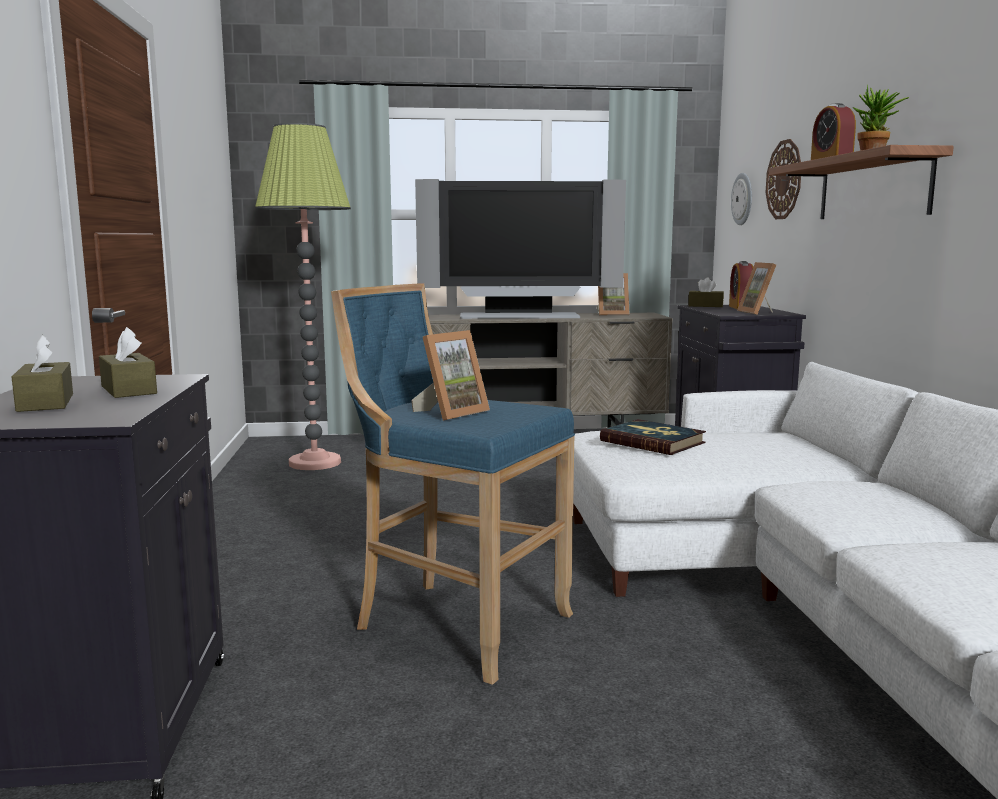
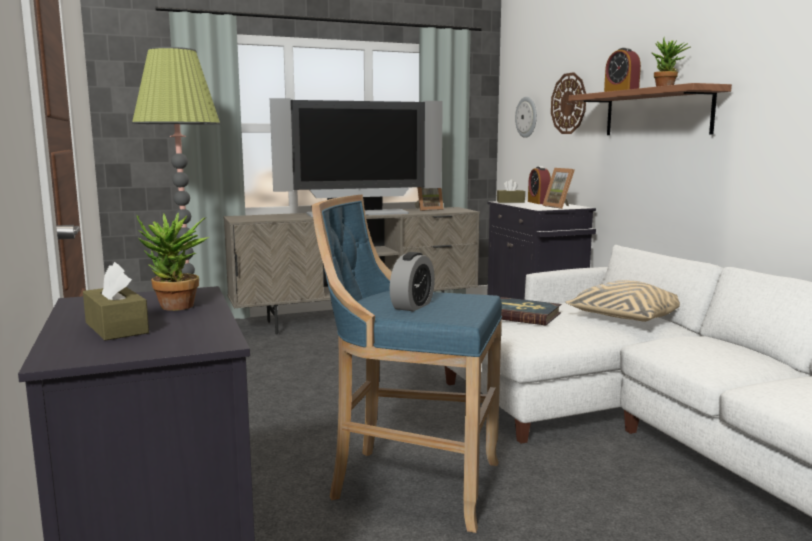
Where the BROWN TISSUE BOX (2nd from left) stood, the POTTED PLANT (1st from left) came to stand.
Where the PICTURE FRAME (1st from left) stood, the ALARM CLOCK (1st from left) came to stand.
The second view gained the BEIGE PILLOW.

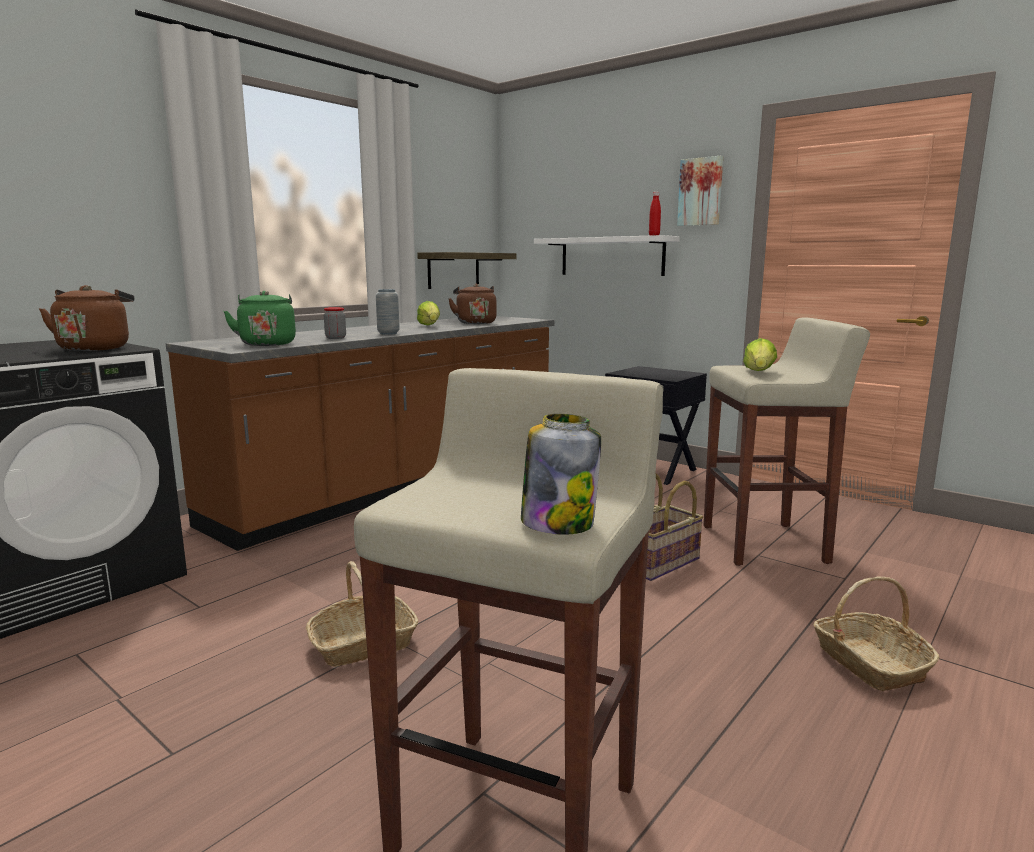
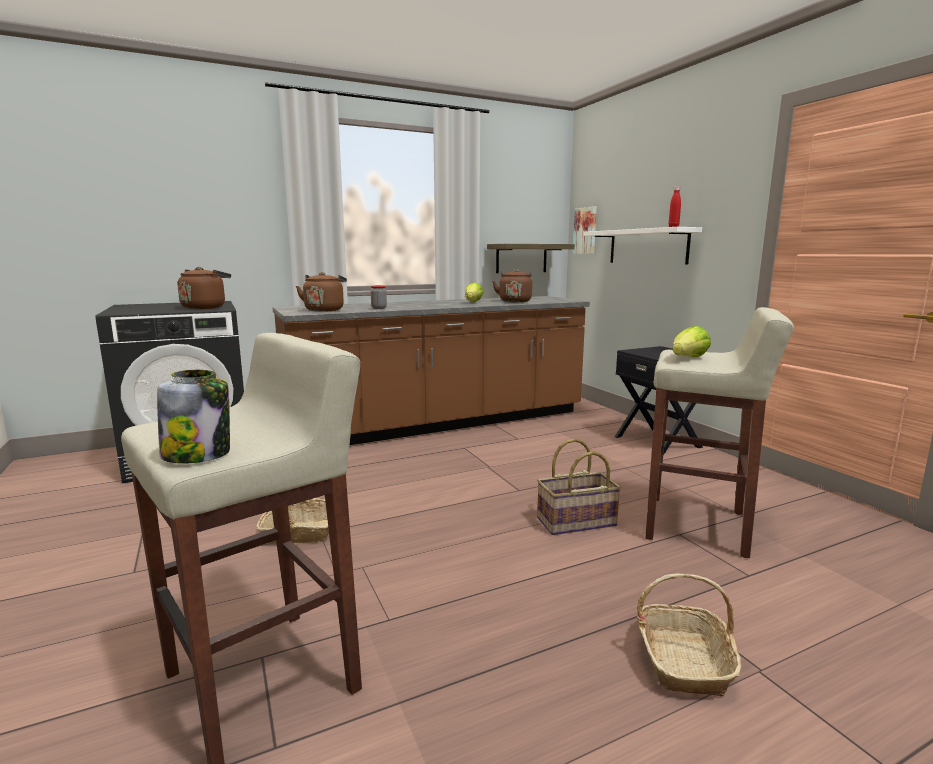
What was the GREEN KETTLE turned into the BROWN KETTLE (2nd from left).
The second view lost the GREY VASE.
The PICTURE ended up elsewhere.

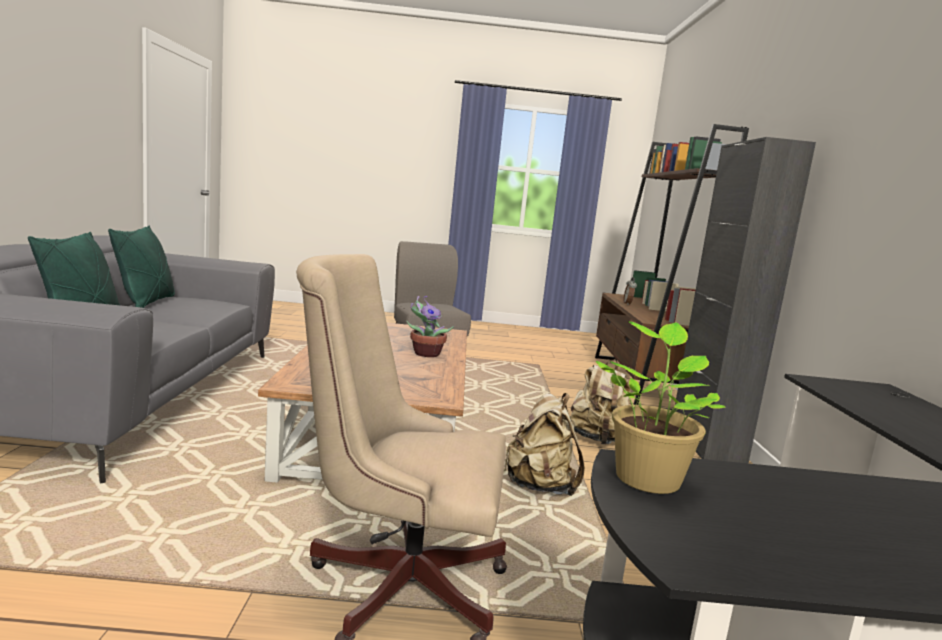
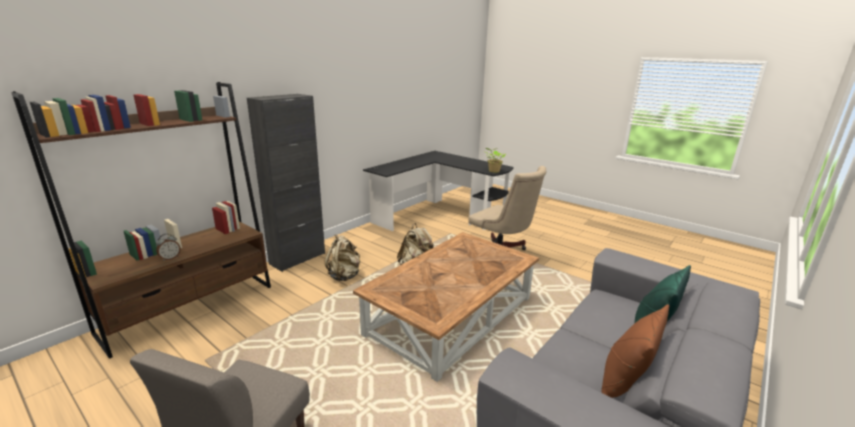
What was the GREEN PILLOW (2nd from left) turned into the BROWN PILLOW.
The second view lost the POTTED PLANT (1st from left).

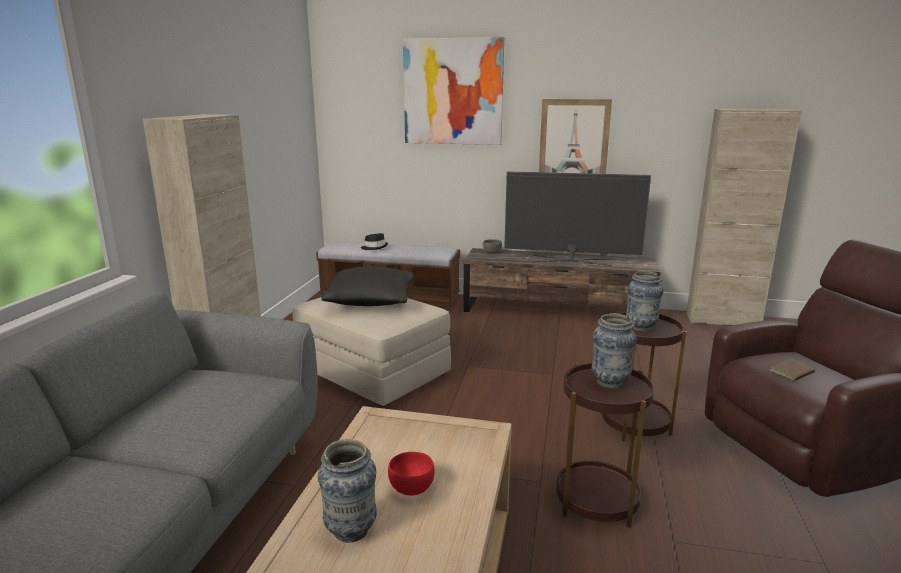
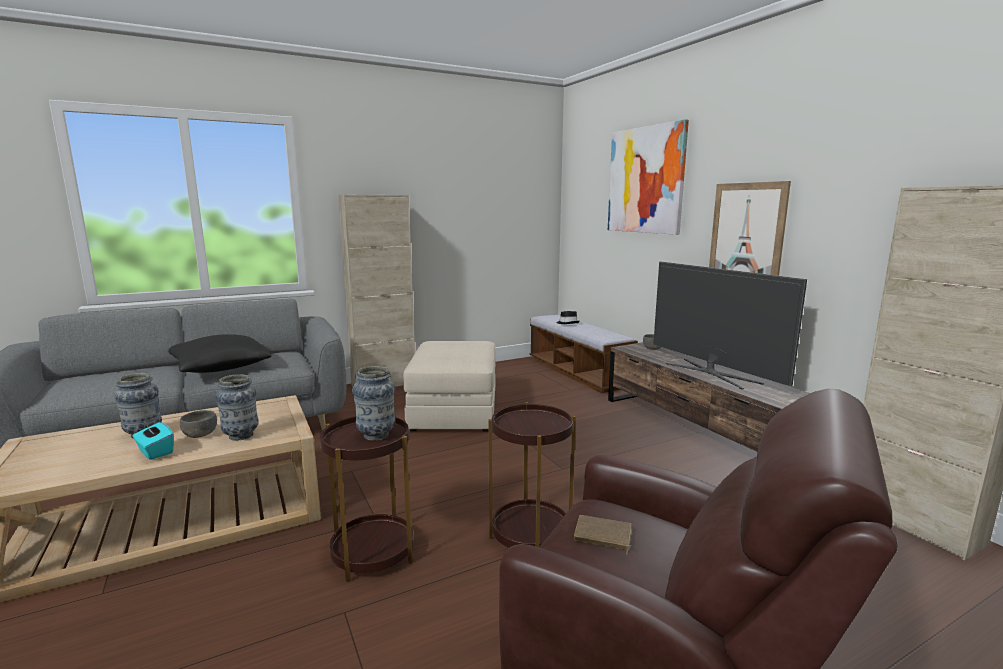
The BLACK PILLOW ended up elsewhere.
What was the RED BOWL turned into the GREY BOWL (1st from left).
The VASE (3rd from left in the first image) ended up elsewhere.
The second view gained the TURQUOISE TISSUE BOX.

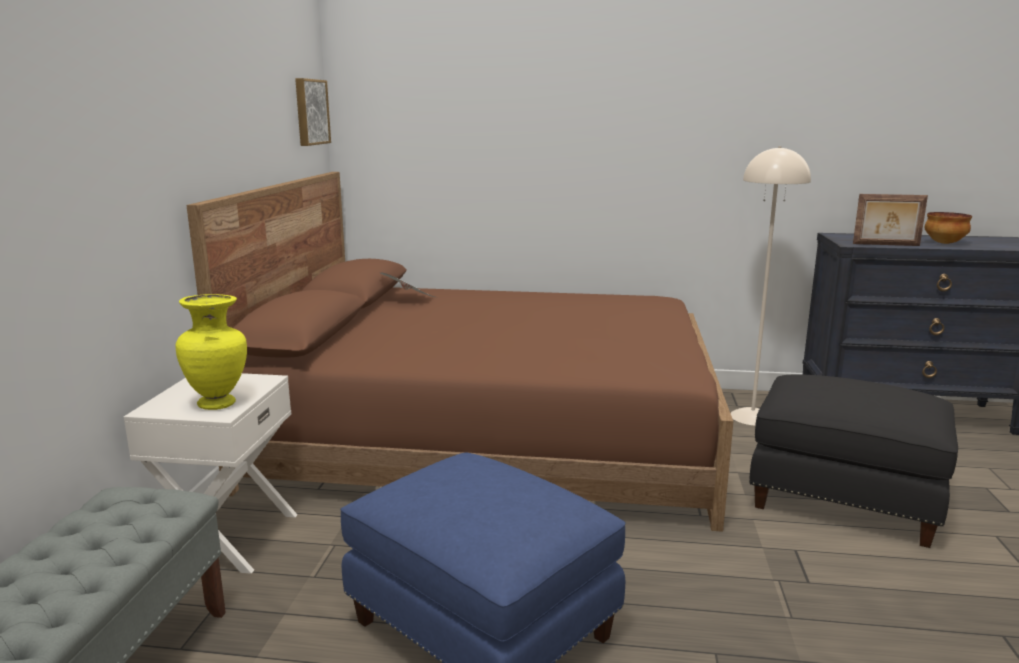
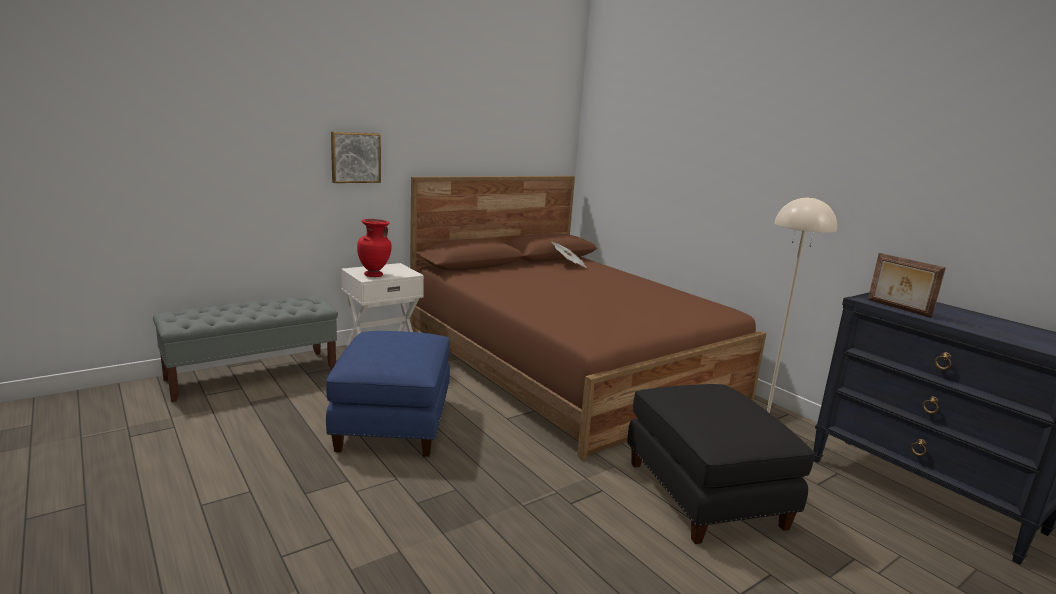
What was the YELLOW VASE turned into the RED VASE.
The PICTURE ended up elsewhere.
The second view lost the BOWL.

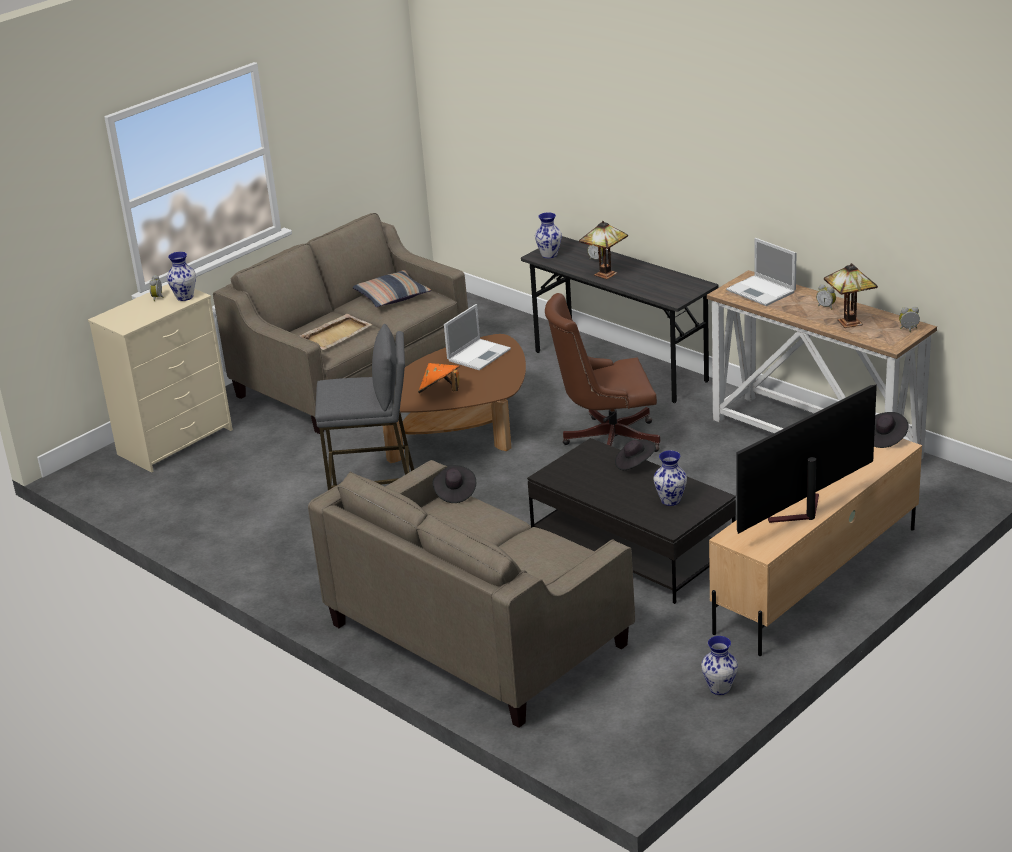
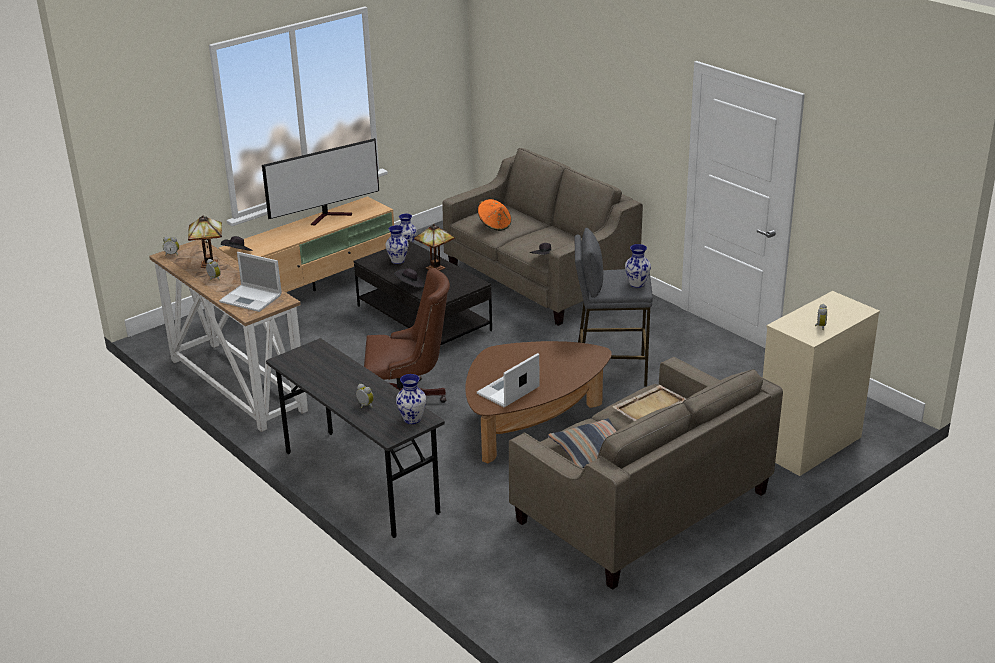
The VASE (1st from left in the first image) ended up elsewhere.
The ORANGE HAT ended up elsewhere.
The TABLE LAMP (1st from left in the first image) ended up elsewhere.
The LAPTOP (2nd from left in the first image) ended up facing another way, 150 degrees clockwise from before.

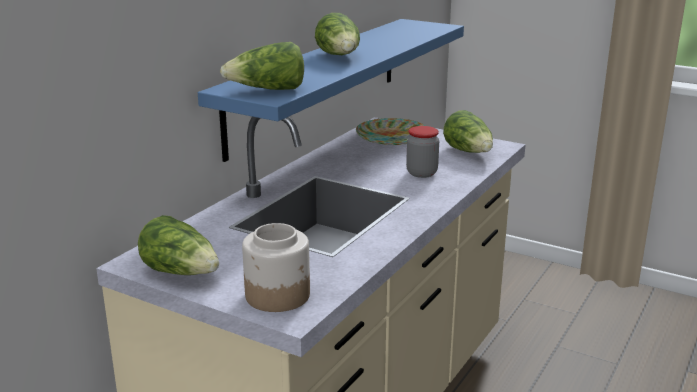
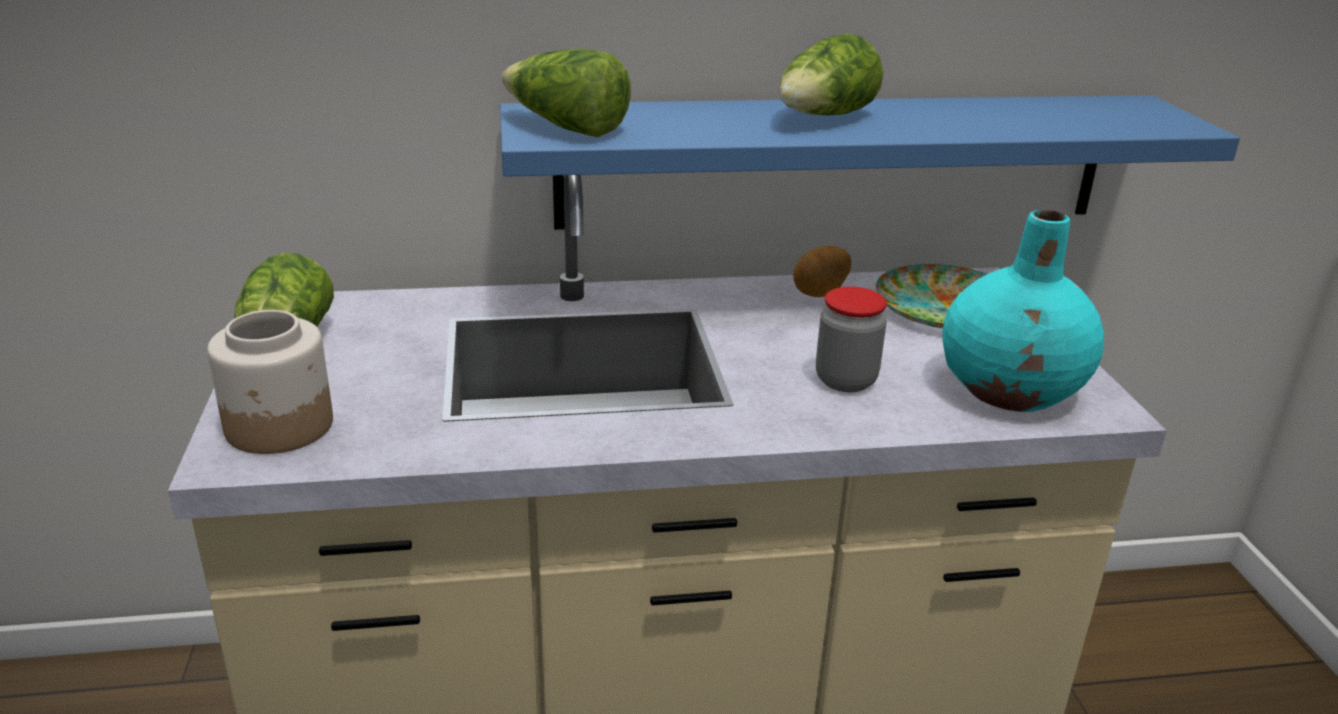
Where the LETTUCE (4th from left) stood, the TURQUOISE VASE came to stand.
The second view gained the POTATO.

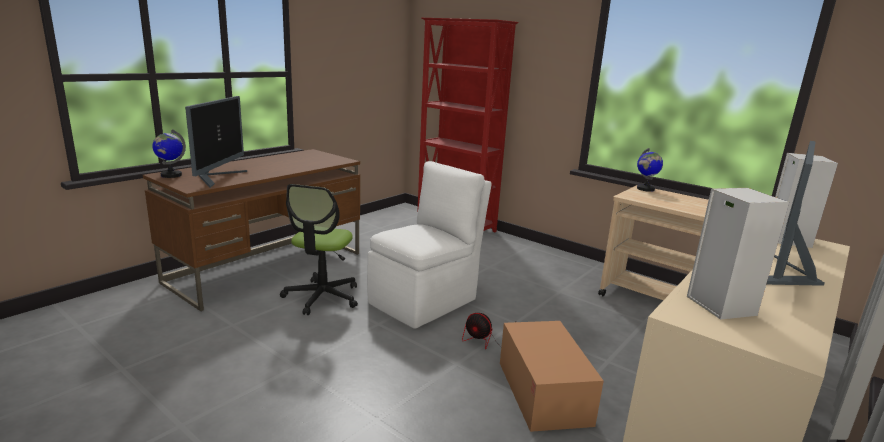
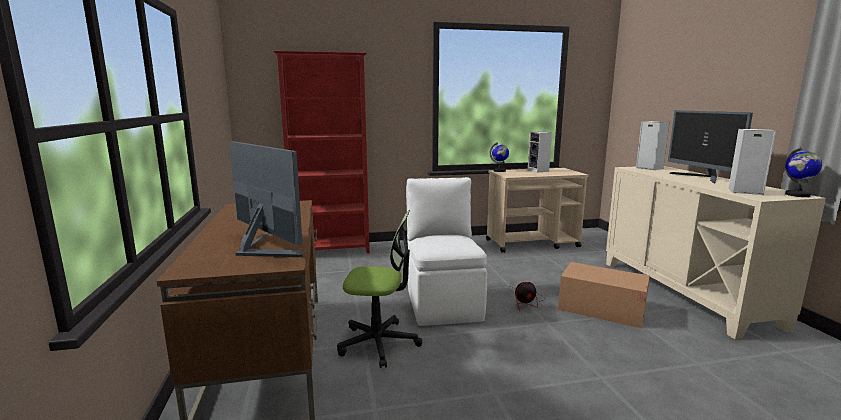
The GLOBE (1st from left in the first image) ended up elsewhere.
The OFFICE CHAIR ended up facing another way, 45 degrees counterclockwise from before.
The second view gained the SPEAKER (1st from left).

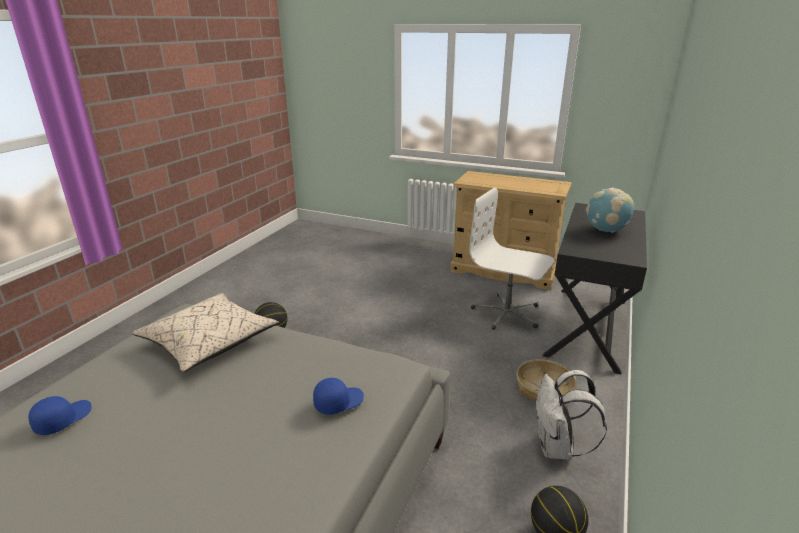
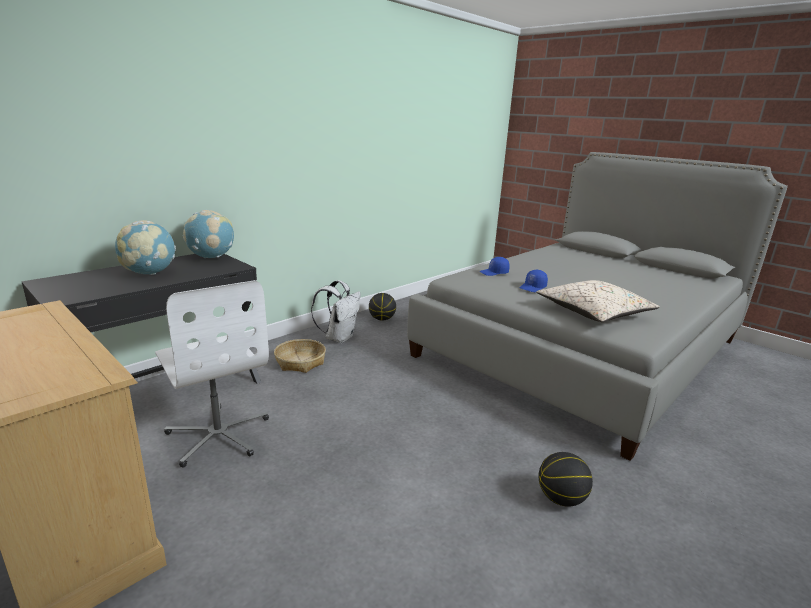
The BLUE CAP (1st from left in the first image) ended up elsewhere.
The second view gained the GLOBE (2nd from left).

